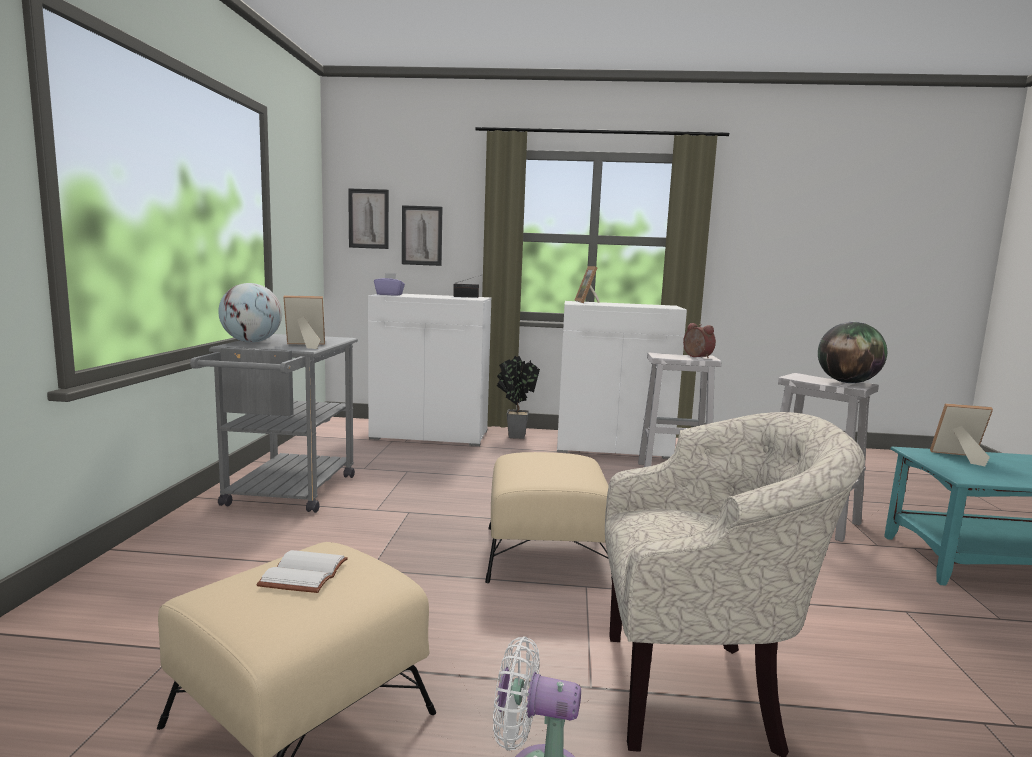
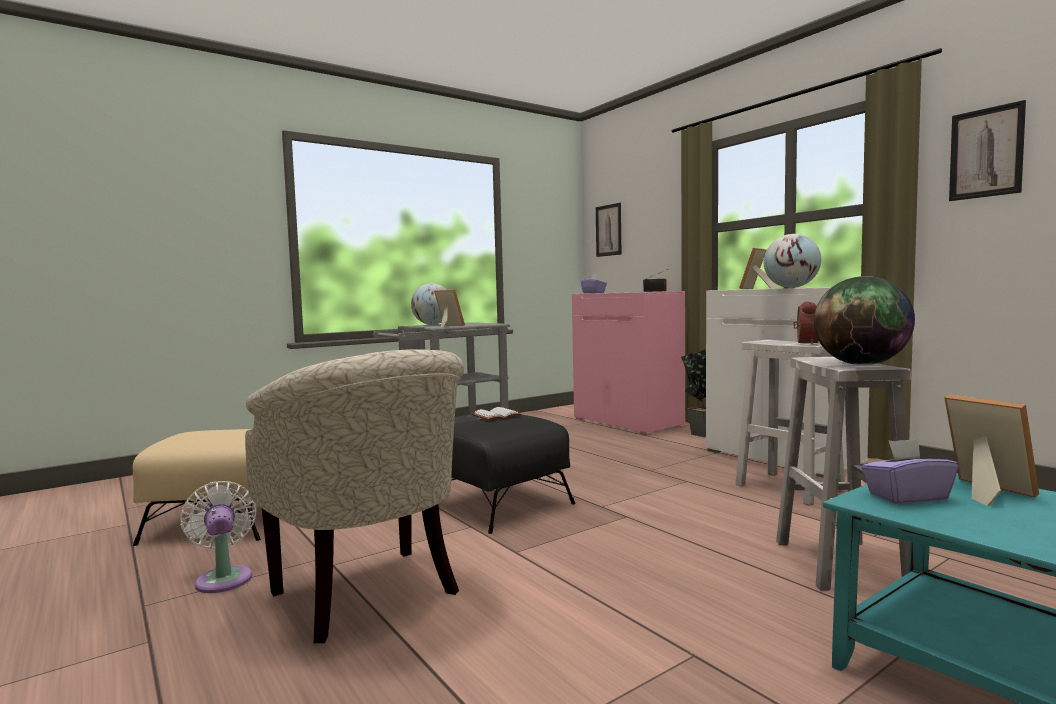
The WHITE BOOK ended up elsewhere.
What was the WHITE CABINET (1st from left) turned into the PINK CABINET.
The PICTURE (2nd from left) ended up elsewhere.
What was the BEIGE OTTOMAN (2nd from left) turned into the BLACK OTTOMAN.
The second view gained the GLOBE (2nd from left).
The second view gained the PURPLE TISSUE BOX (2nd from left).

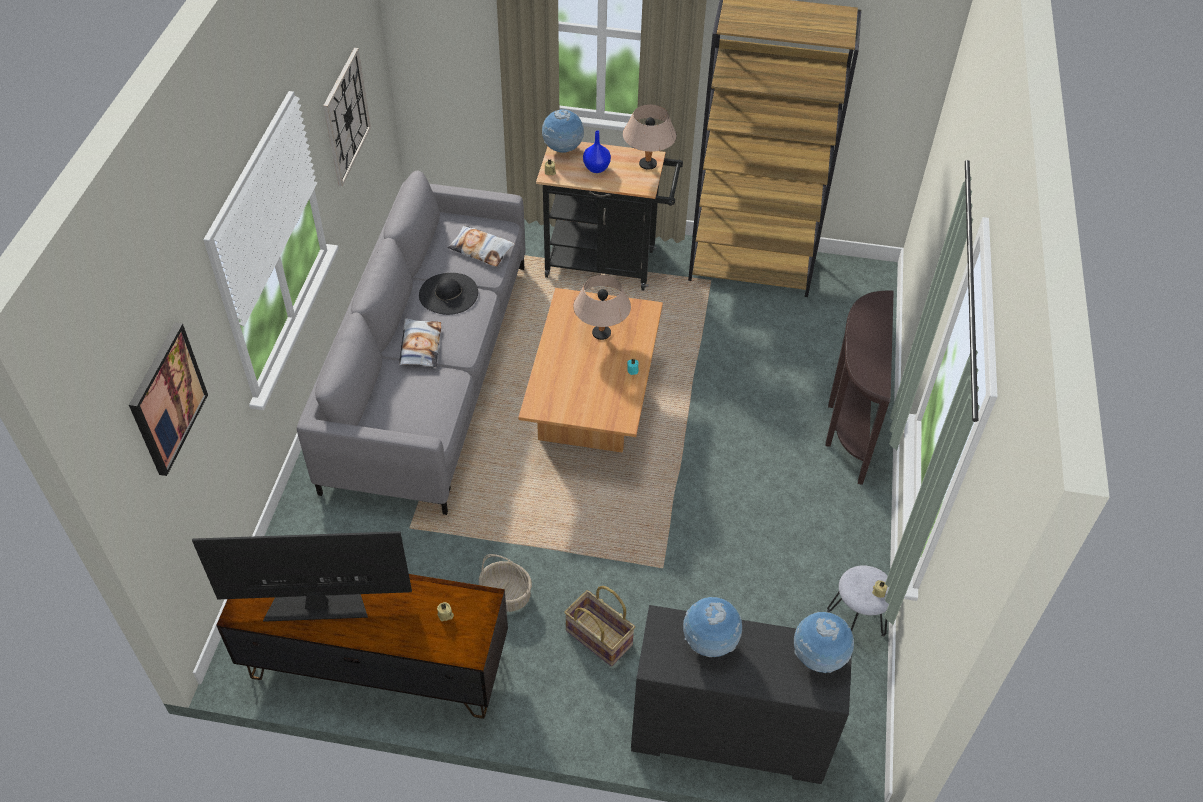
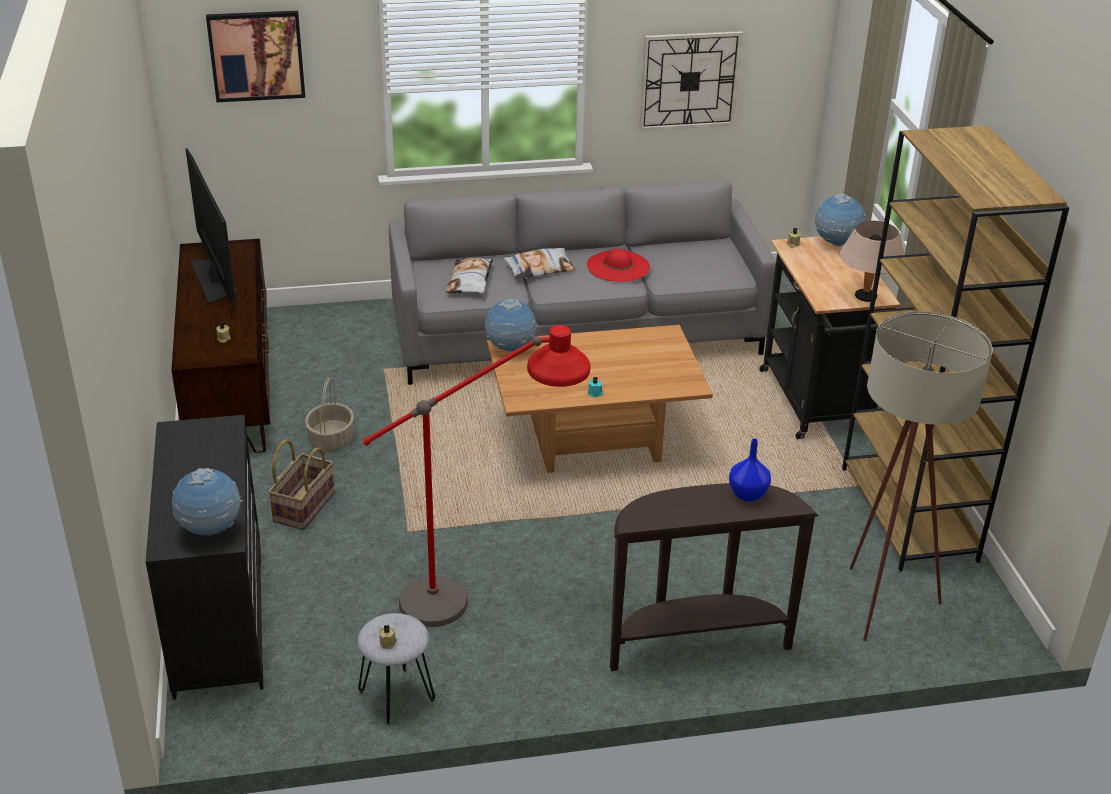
What was the BLACK HAT turned into the RED HAT.
The PILLOW (2nd from left in the first image) ended up elsewhere.
The second view lost the BEIGE TABLE LAMP (1st from left).
The BLUE VASE ended up elsewhere.
The GLOBE (2nd from left) ended up elsewhere.
The second view gained the RED FLOOR LAMP.
The second view gained the BEIGE FLOOR LAMP.

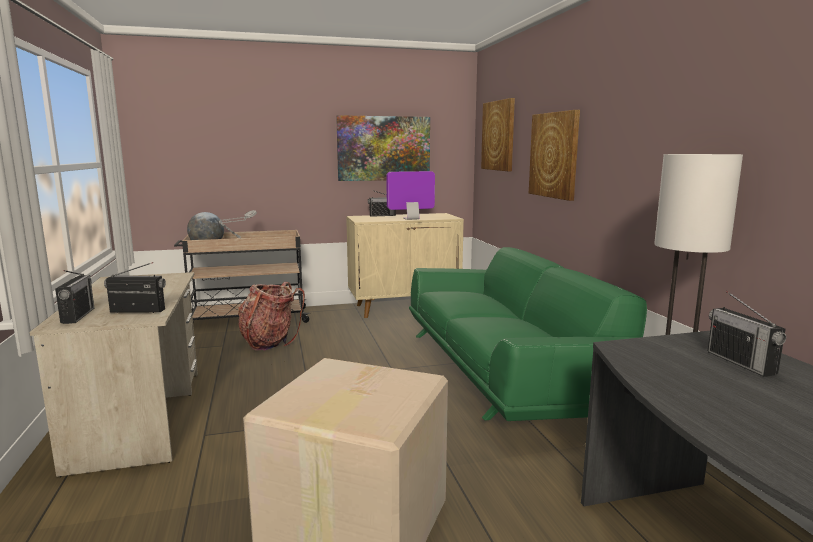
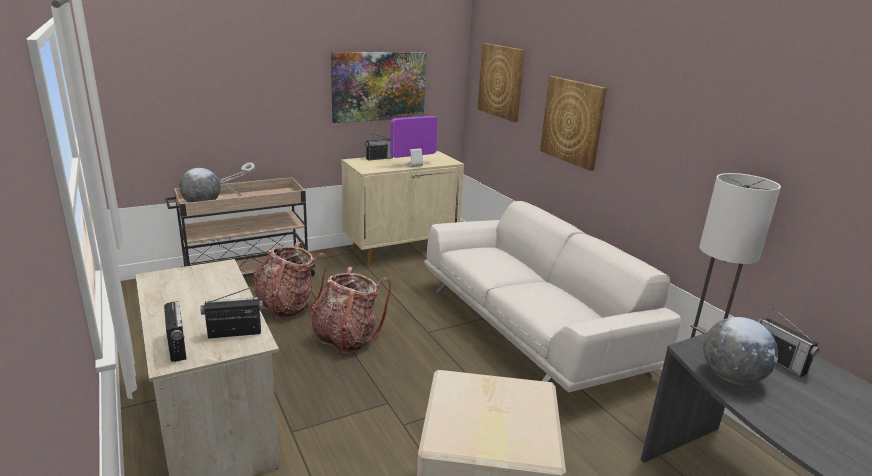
What was the GREEN SOFA turned into the WHITE SOFA.
The second view gained the BACKPACK (2nd from left).
The second view gained the GLOBE (2nd from left).

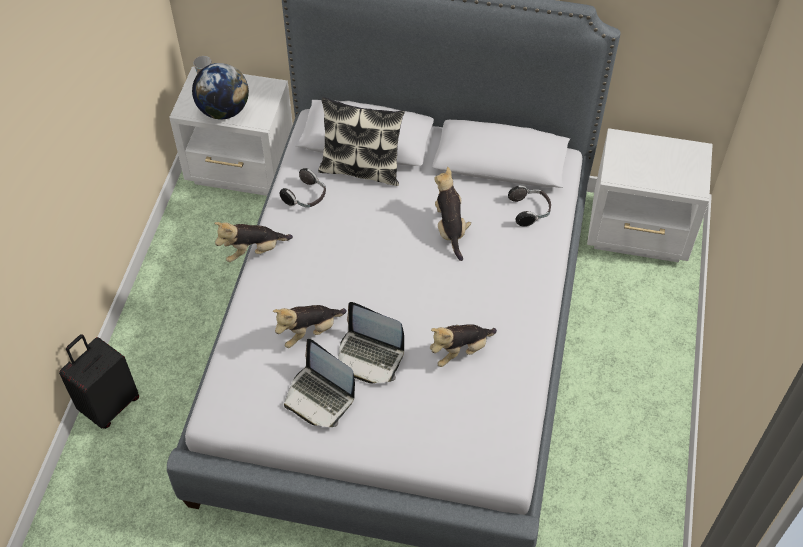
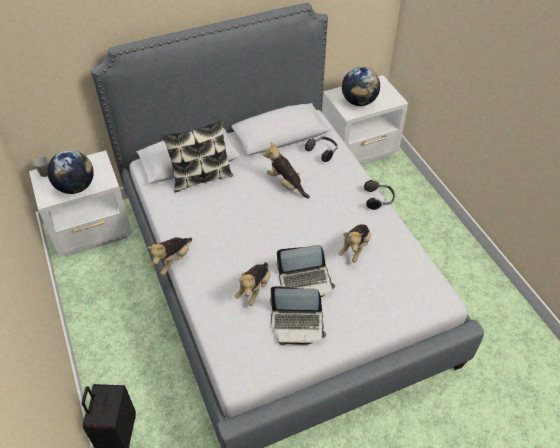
The HEADPHONES (1st from left in the first image) ended up elsewhere.
The second view gained the GLOBE (2nd from left).

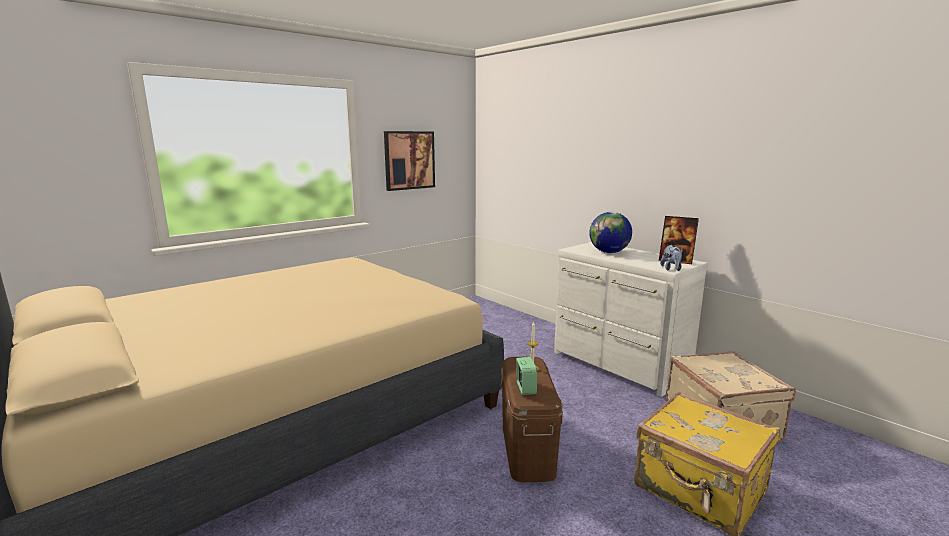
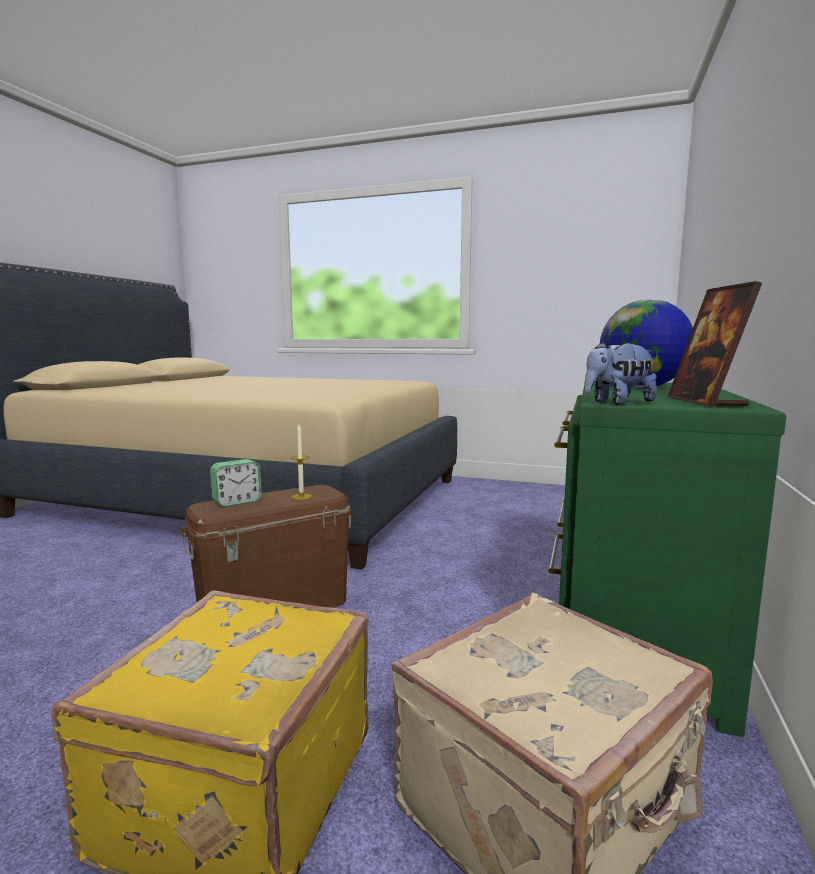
The second view lost the PICTURE.
What was the WHITE DRESSER turned into the GREEN DRESSER.

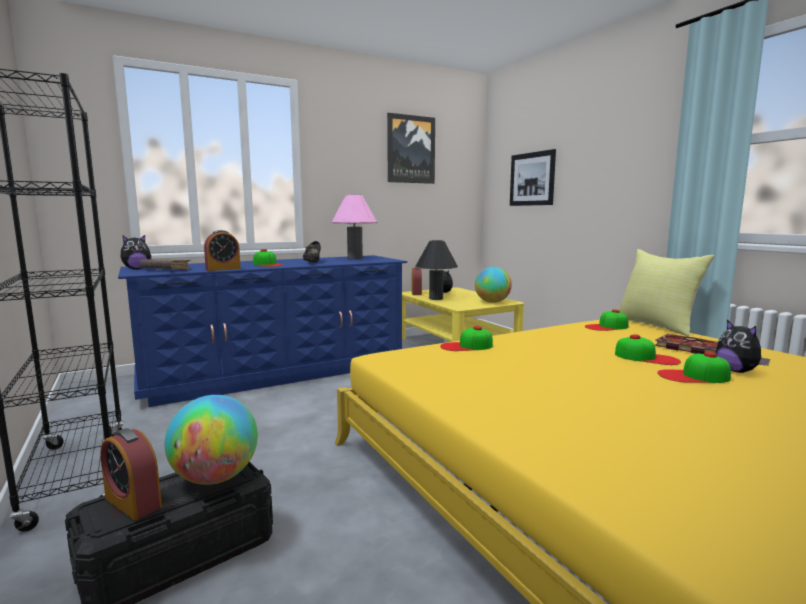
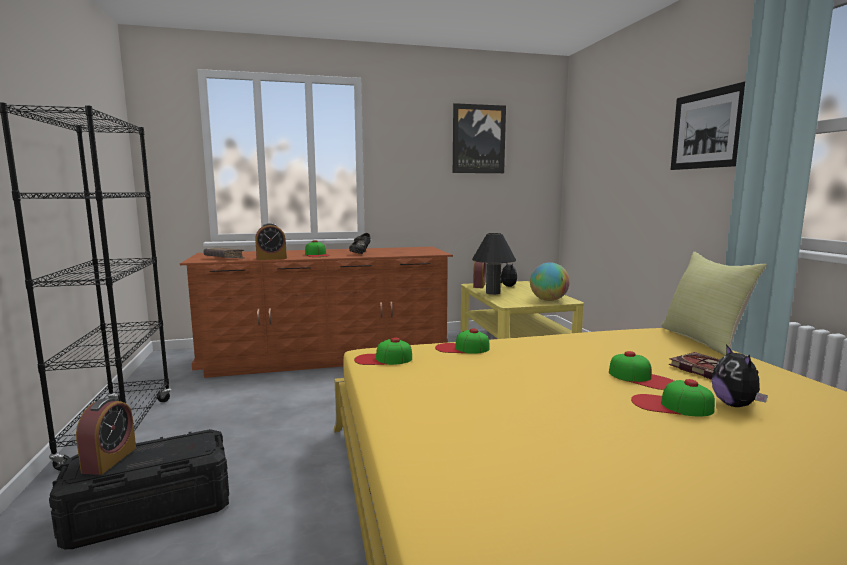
The ALARM CLOCK (1st from left) ended up facing another way, 135 degrees counterclockwise from before.
What was the BLUE DRESSER turned into the BROWN DRESSER.
The second view lost the PLUSH TOY (1st from left).
The second view lost the GLOBE (1st from left).
The second view lost the PINK TABLE LAMP.
The PICTURE (2nd from left) ended up elsewhere.
The CAP (3rd from left in the first image) ended up elsewhere.

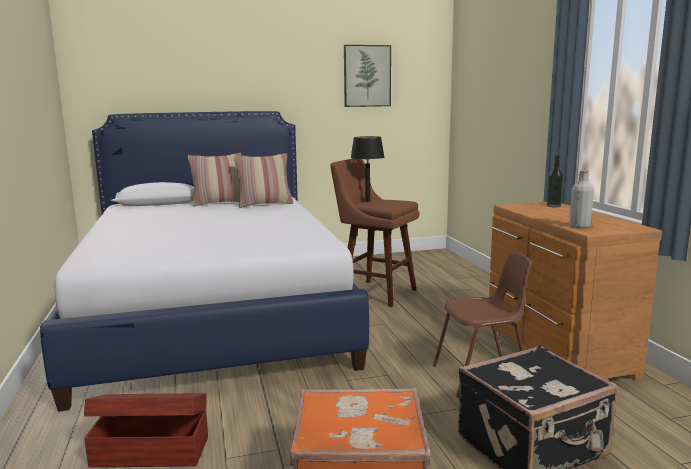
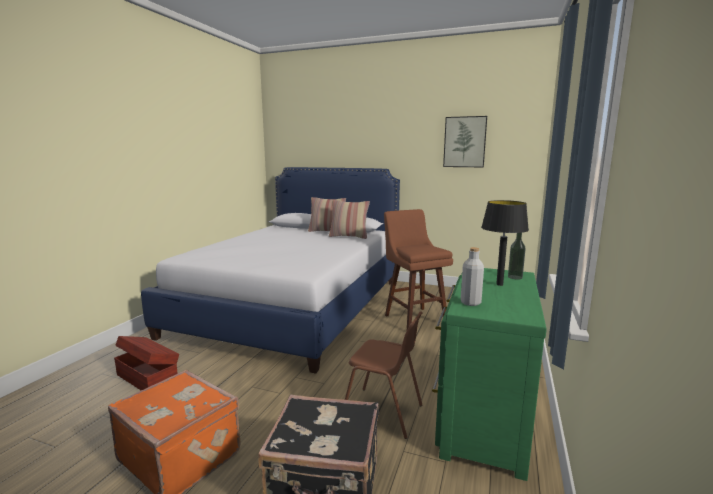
The BLACK TABLE LAMP ended up elsewhere.
What was the BROWN DRESSER turned into the GREEN DRESSER.

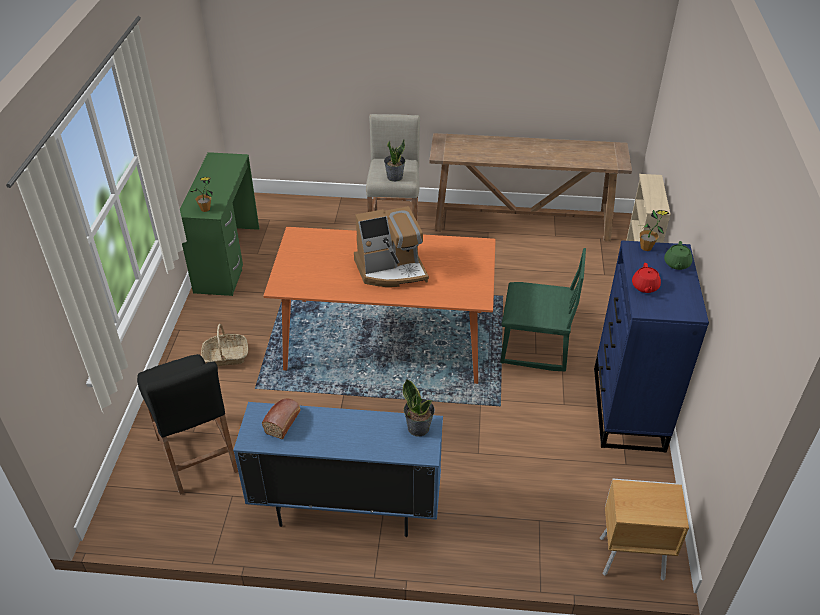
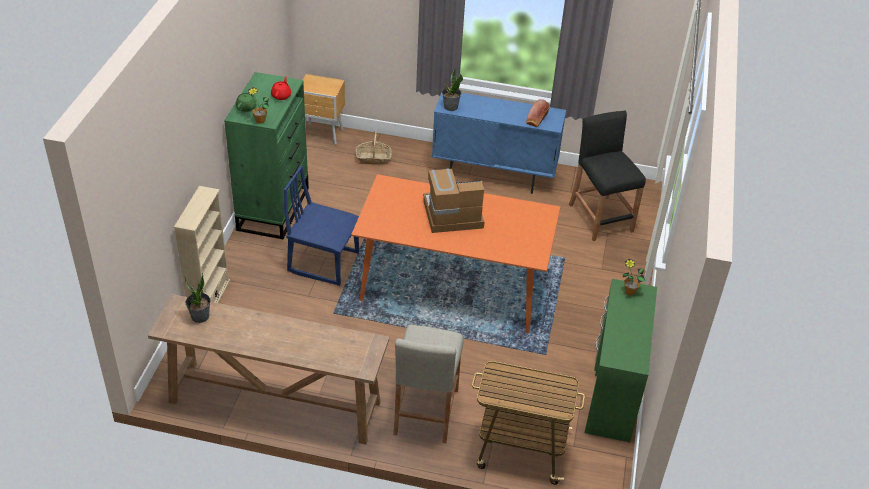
The BASKET ended up elsewhere.
The POTTED PLANT (2nd from left in the first image) ended up elsewhere.
What was the GREEN CHAIR turned into the BLUE CHAIR.
What was the BLUE DRESSER turned into the GREEN DRESSER.
The second view gained the CART.

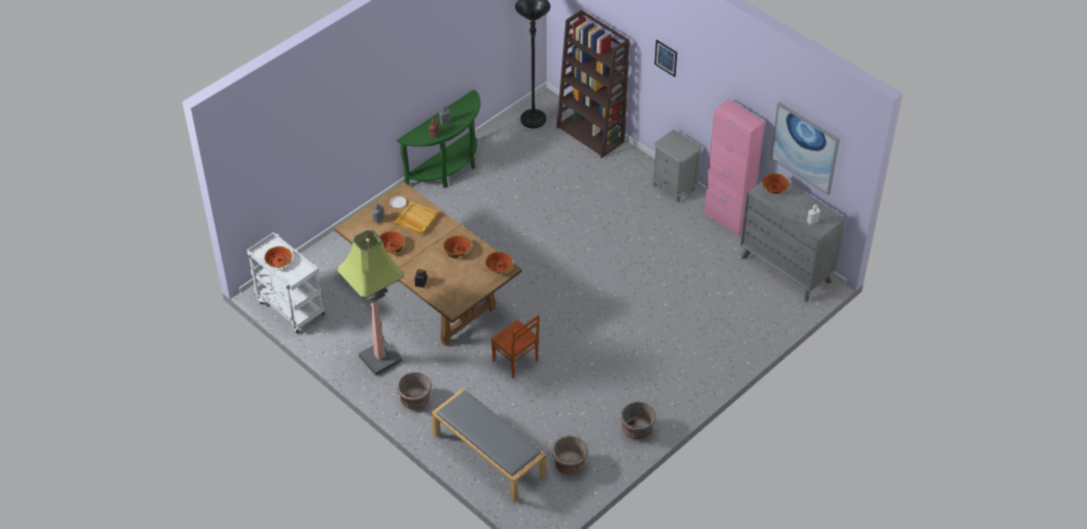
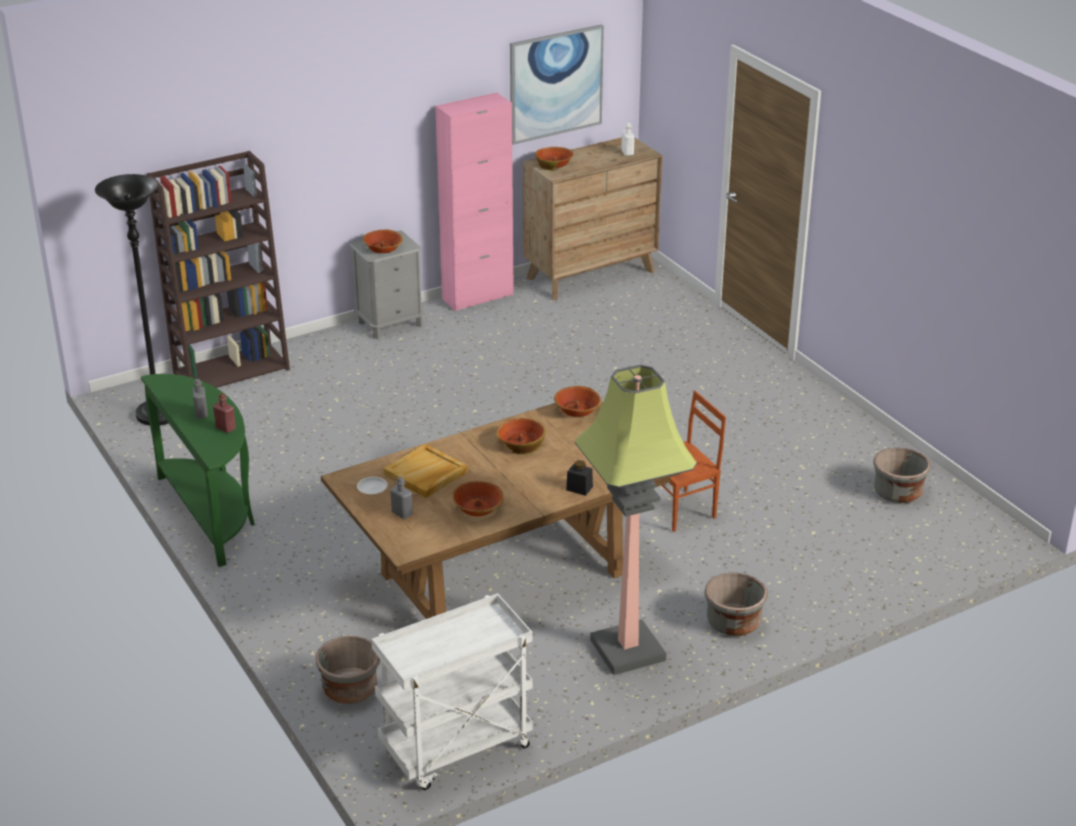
The BOWL (1st from left) ended up elsewhere.
The second view lost the GREY BENCH.
The GREY PLANTER (3rd from left in the first image) ended up elsewhere.
The second view lost the PICTURE (1st from left).
What was the GREY DRESSER turned into the BROWN DRESSER.

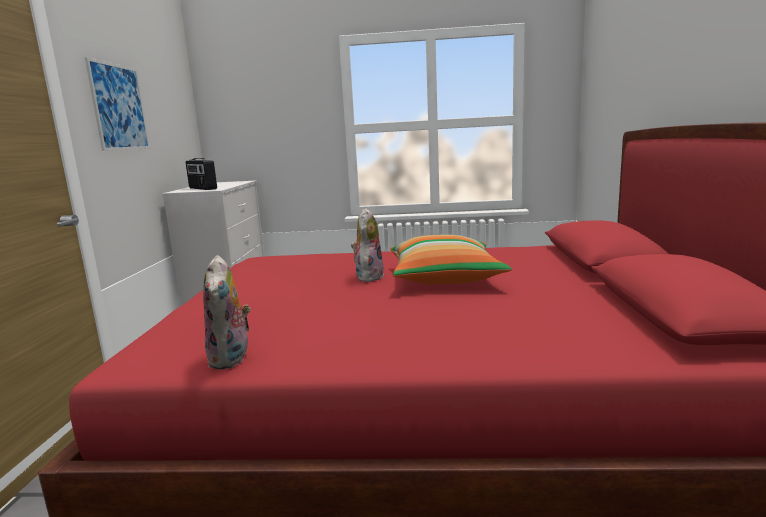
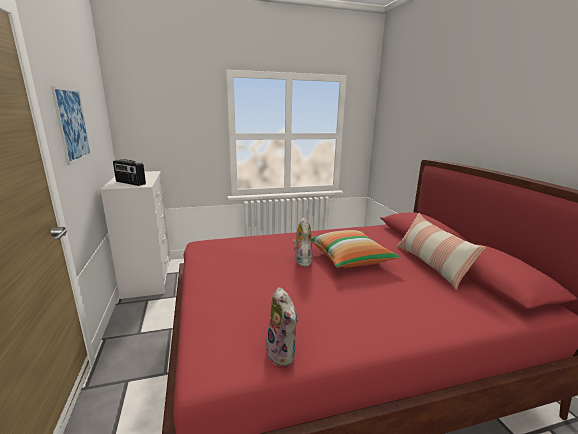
The second view gained the PILLOW (2nd from left).

